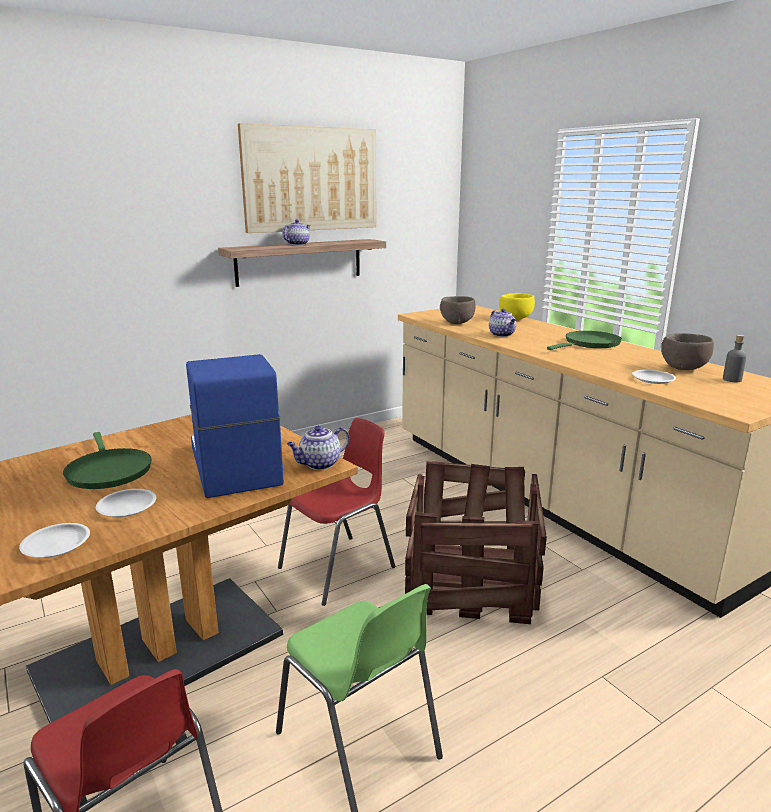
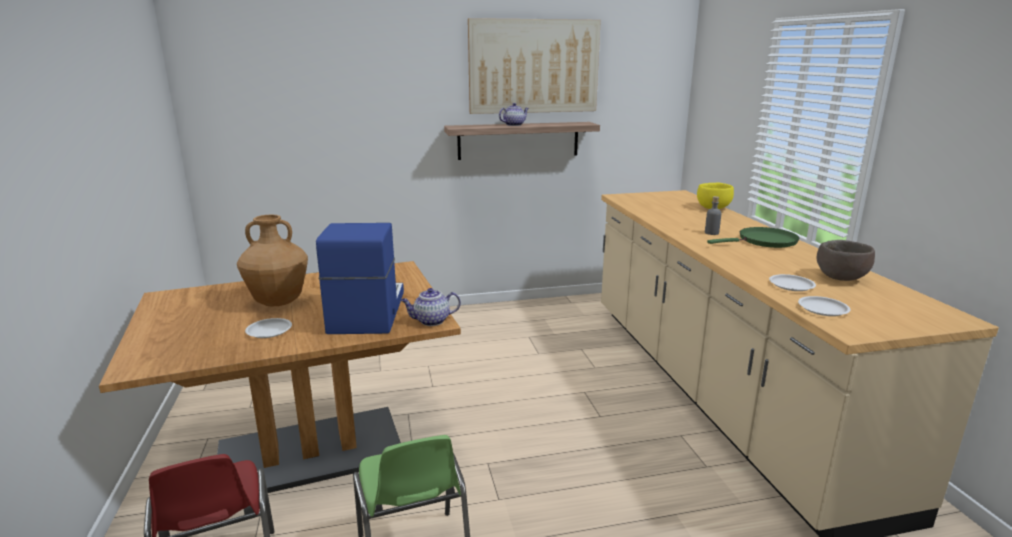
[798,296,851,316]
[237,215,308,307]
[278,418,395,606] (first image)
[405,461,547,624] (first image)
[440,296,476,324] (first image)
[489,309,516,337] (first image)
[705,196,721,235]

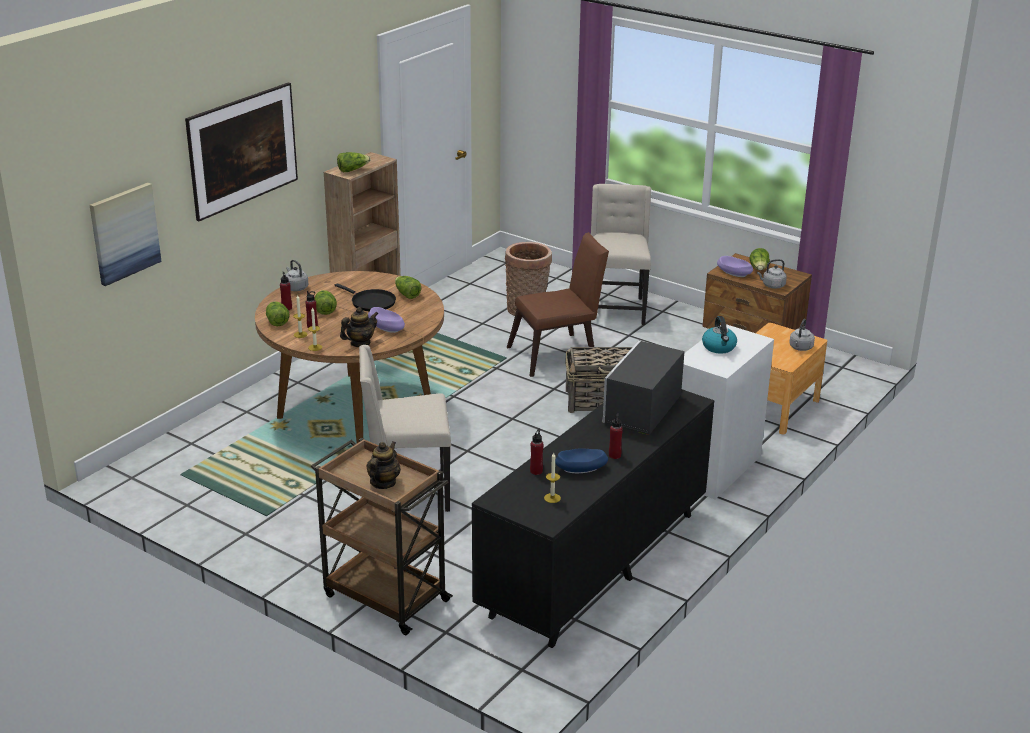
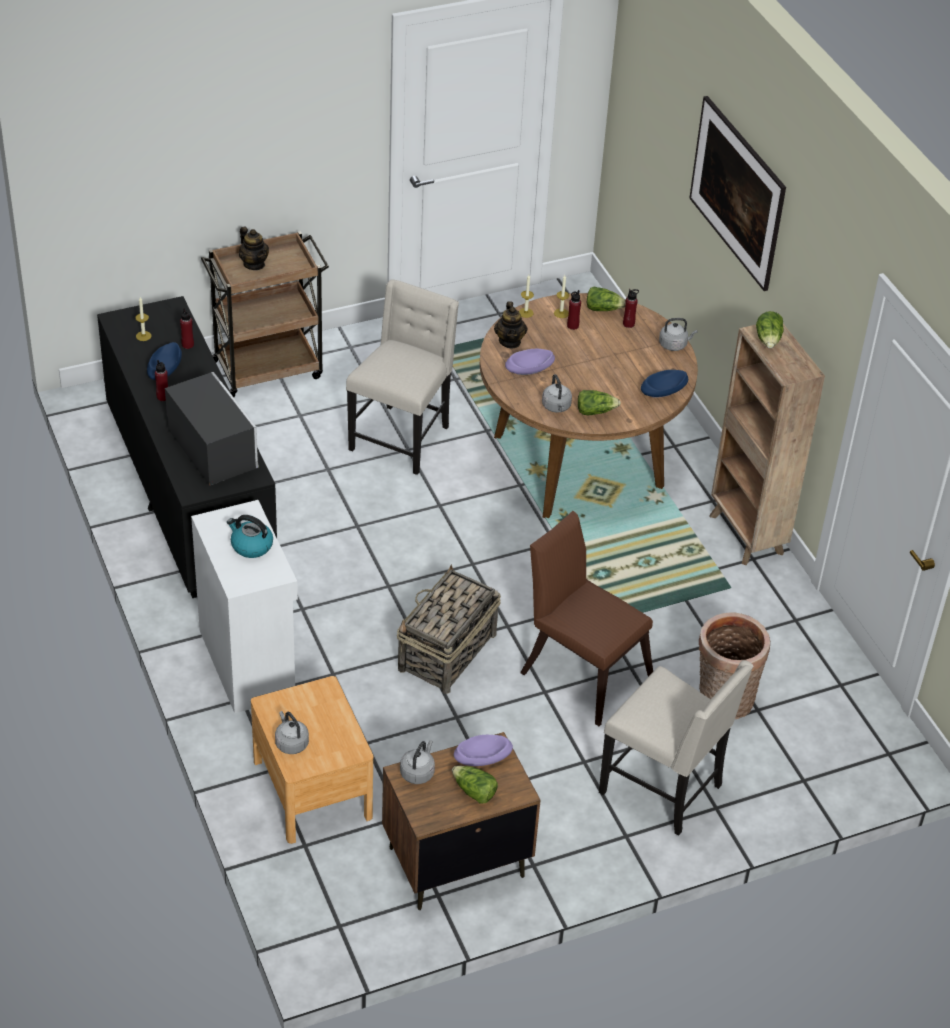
[90,183,162,286] (first image)
[315,290,337,315] (first image)
[335,283,396,311] (first image)
[520,511,653,726]
[542,374,572,413]
[641,370,688,398]

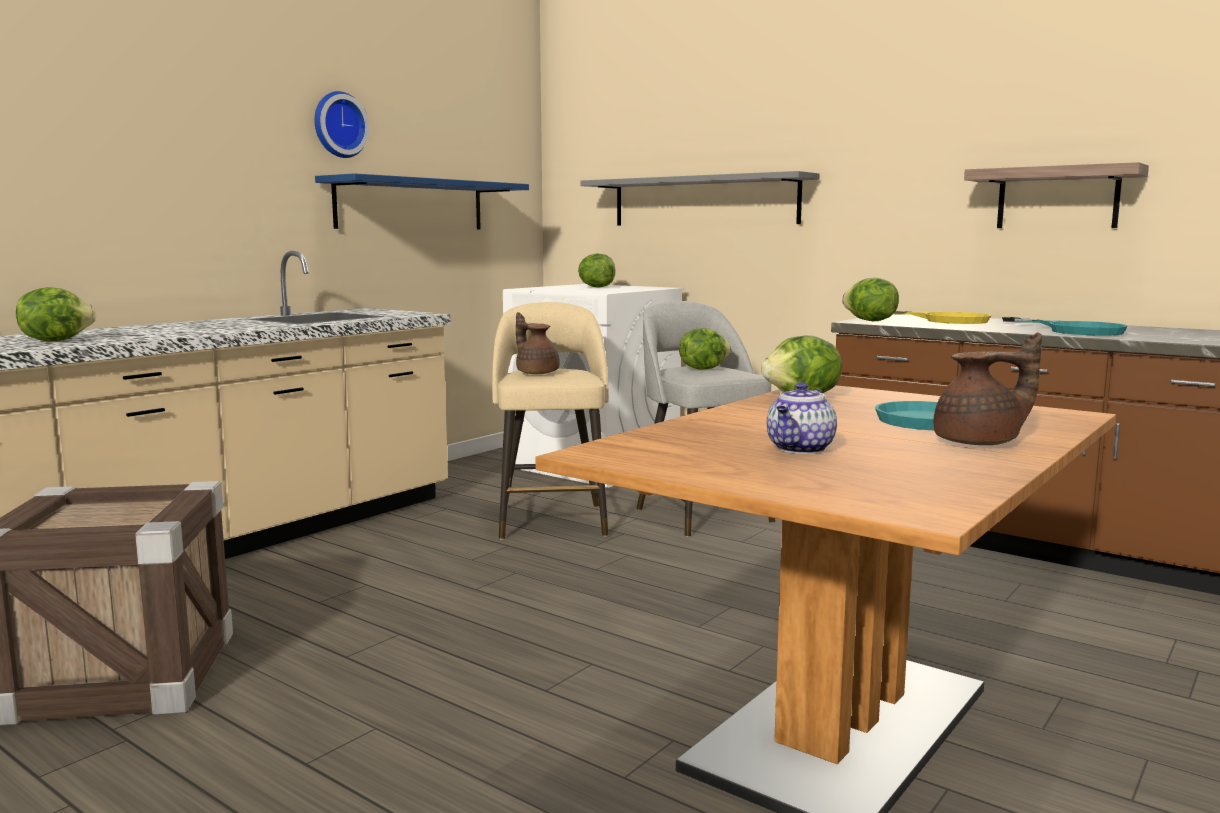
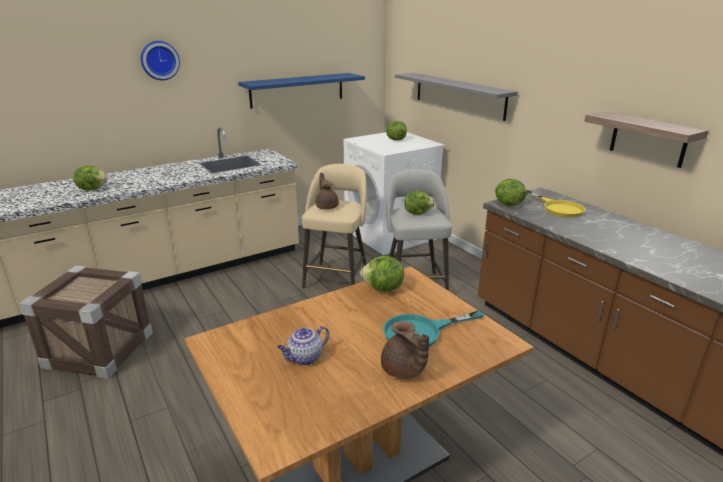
[141,41,180,80]
[381,321,429,379]
[1002,317,1128,336] (first image)

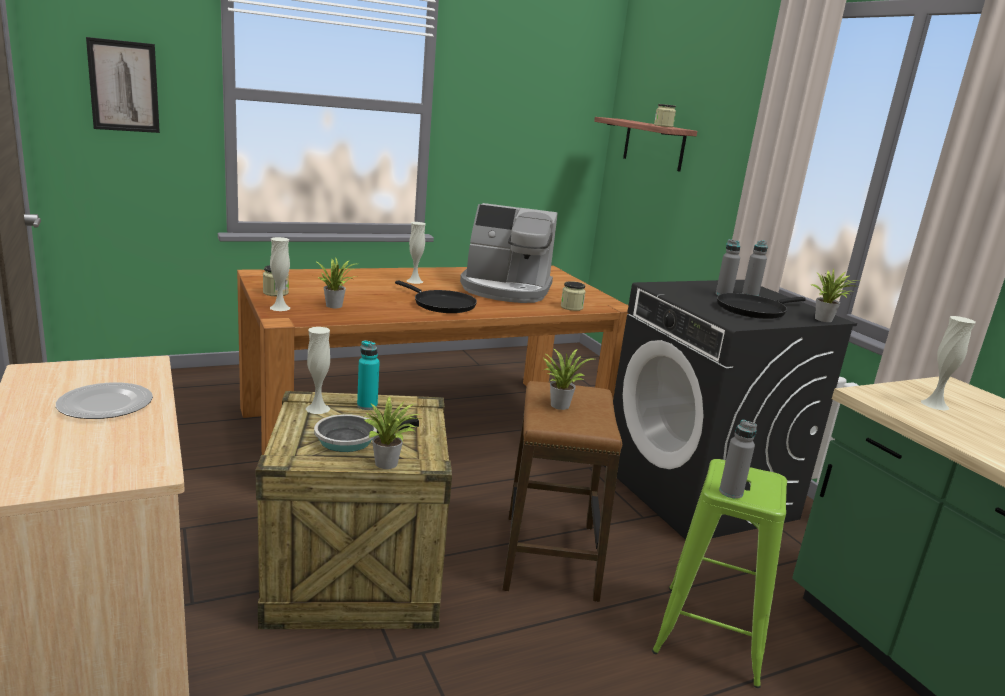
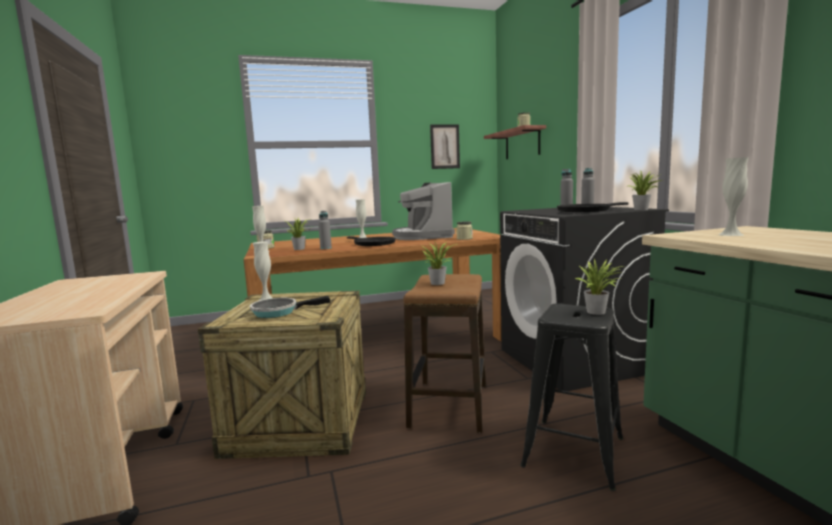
[56,383,153,419] (first image)
[430,124,460,169]
[357,340,380,410] (first image)
[575,259,623,315]
[392,182,455,240]
[520,303,623,491]
[318,211,332,249]

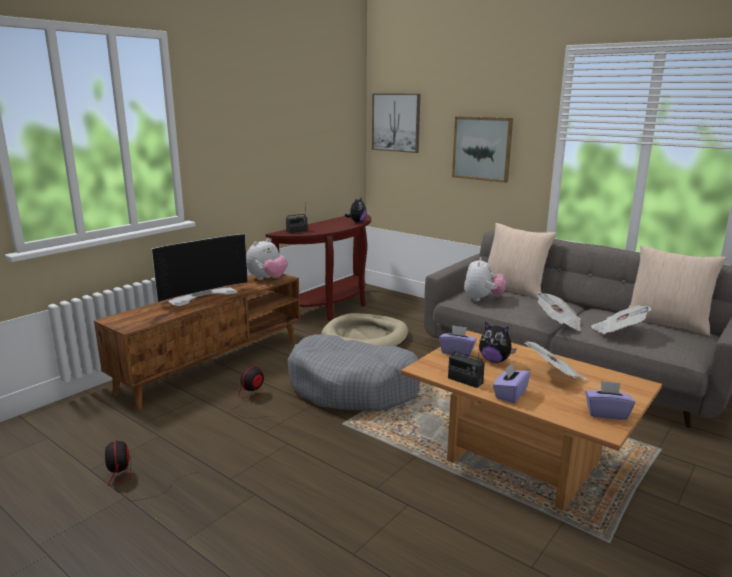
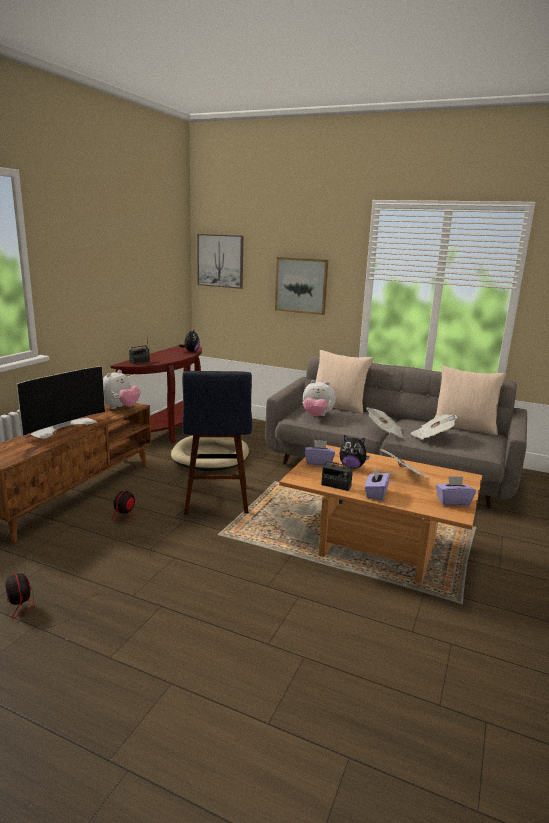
[182,371,252,515]
[303,380,336,416]

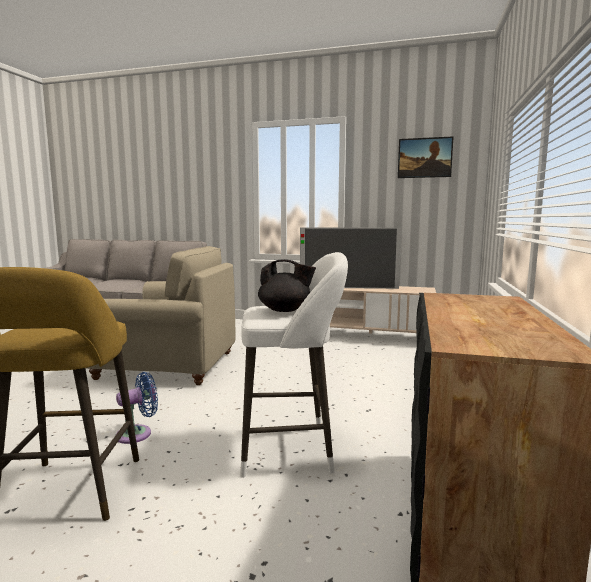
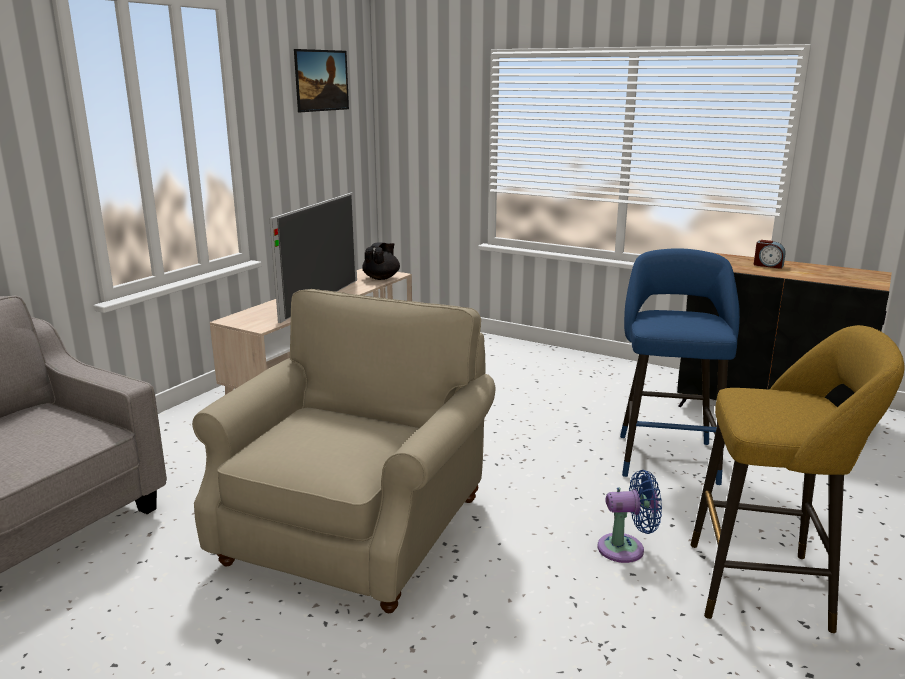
[598,470,662,563]
[620,248,740,485]
[362,242,400,280]
[754,240,785,269]

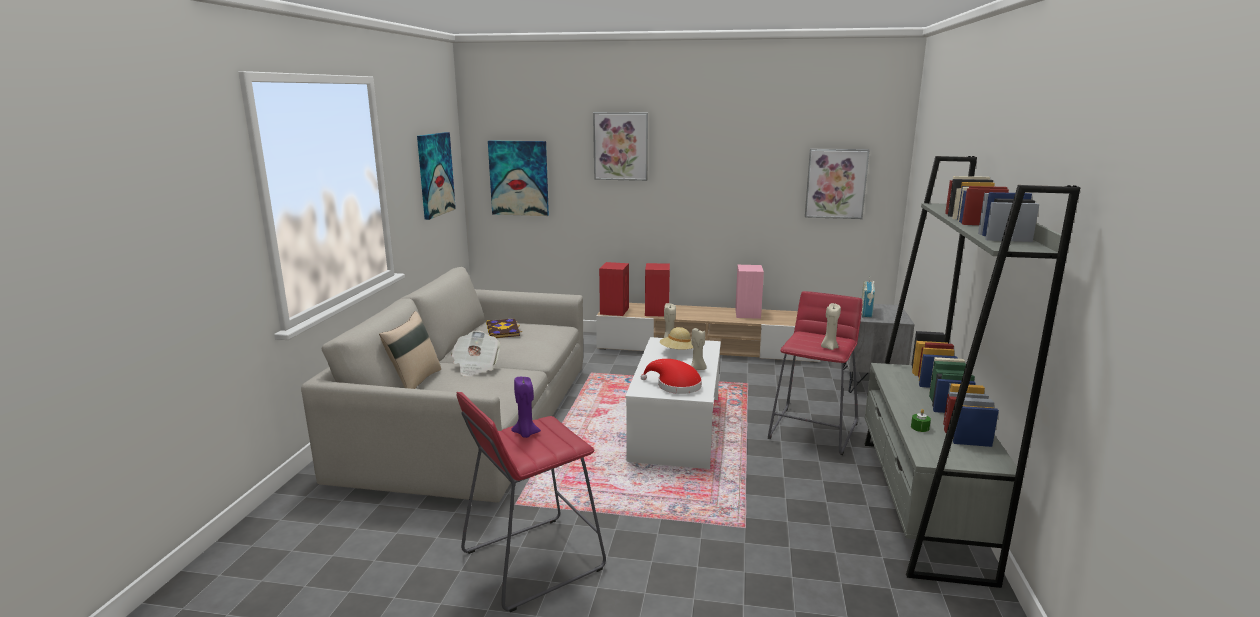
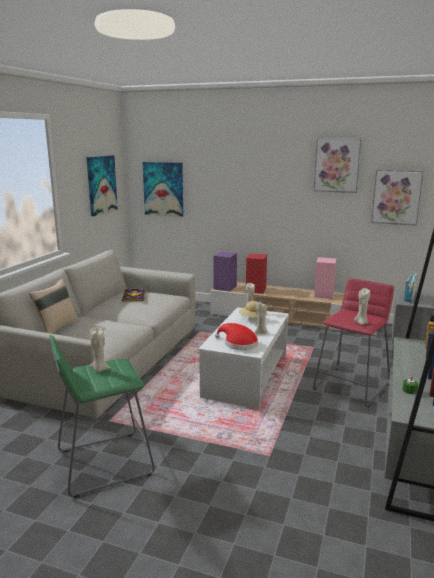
[451,331,501,376] (first image)
[49,335,155,498]
[90,327,110,372]
[314,138,362,193]
[213,252,237,292]

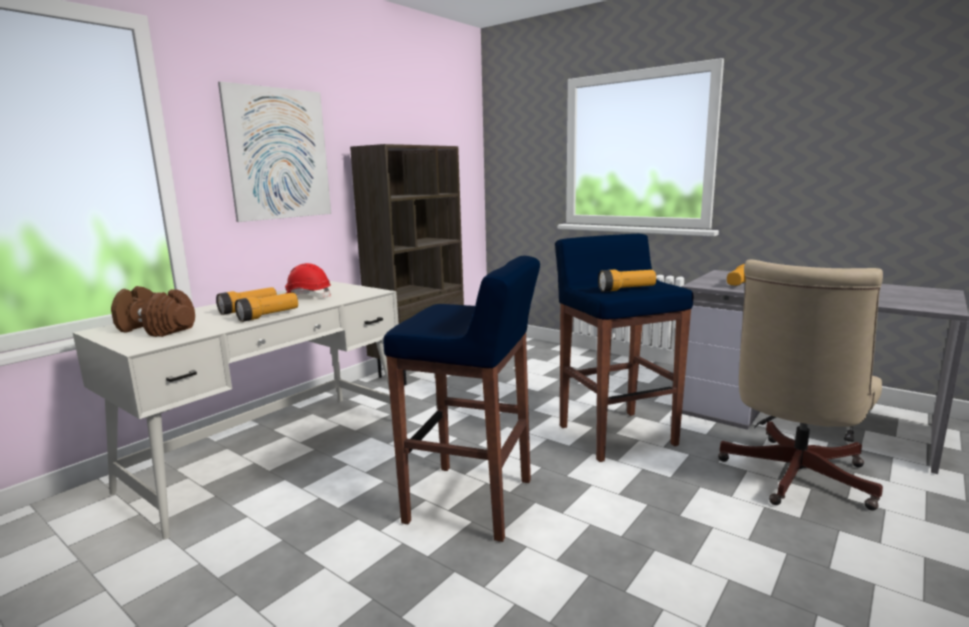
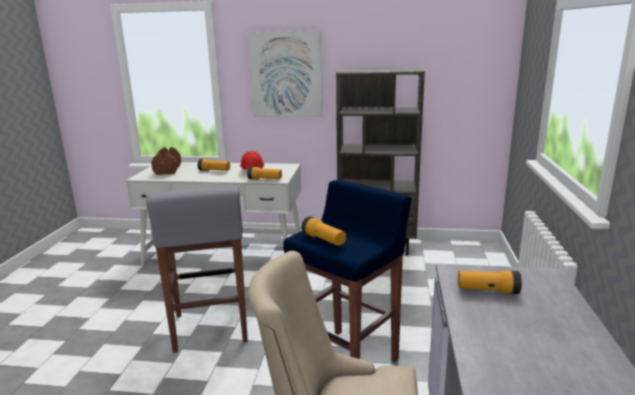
[247,167,282,180]
[146,186,248,353]

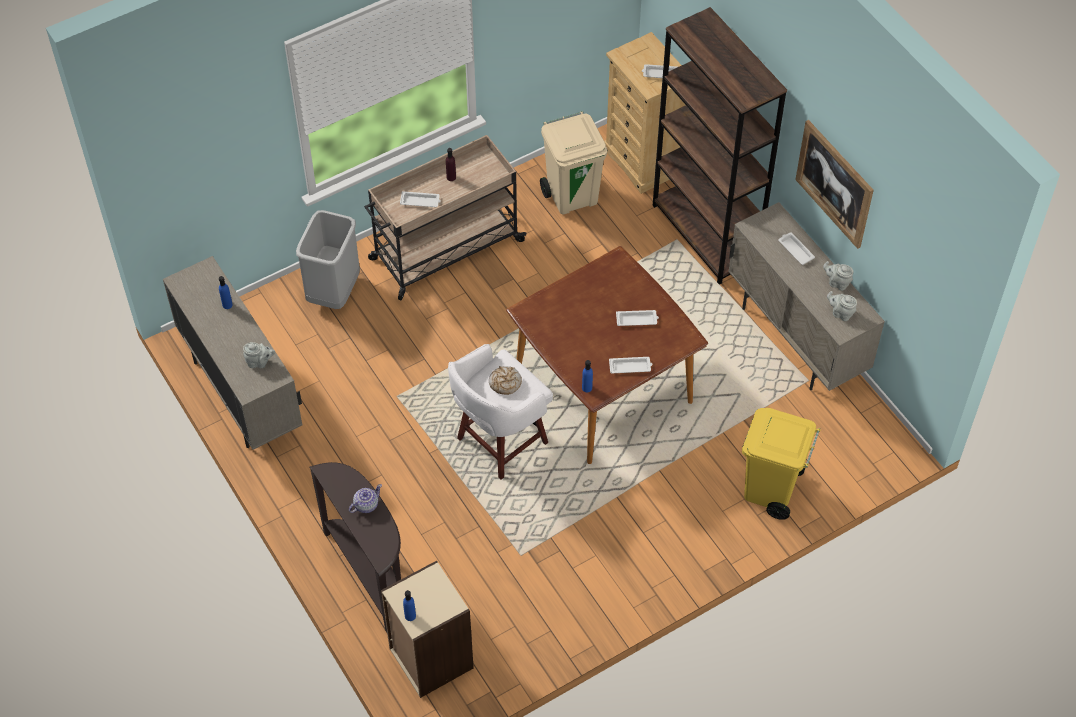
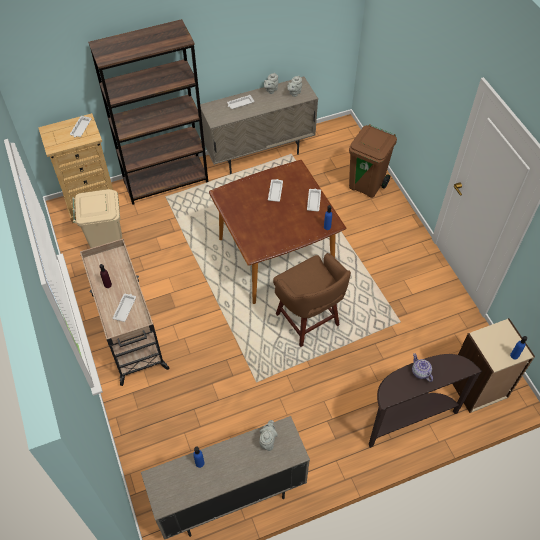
[296,210,360,309] (first image)
[273,253,351,347]
[489,366,522,395] (first image)
[349,124,397,198]
[795,120,874,249] (first image)

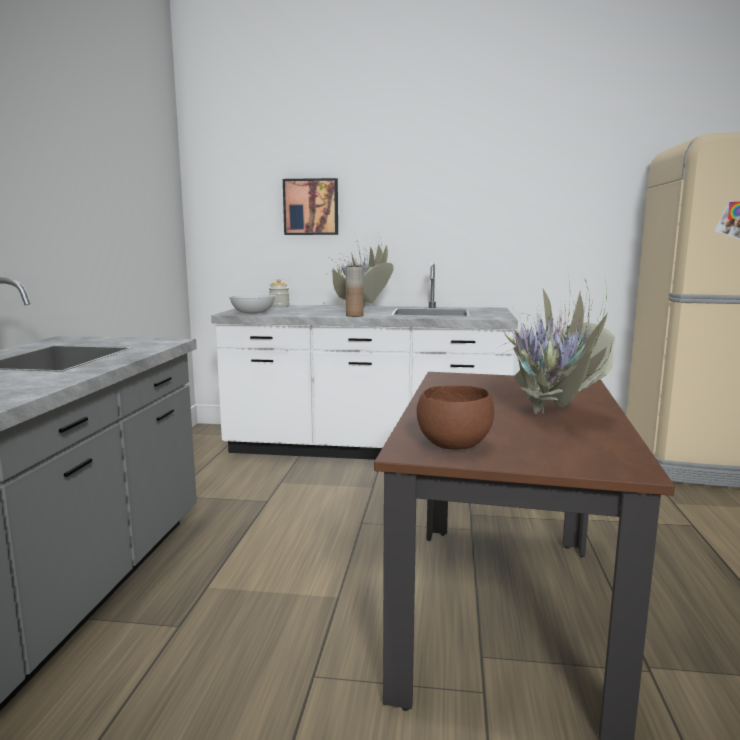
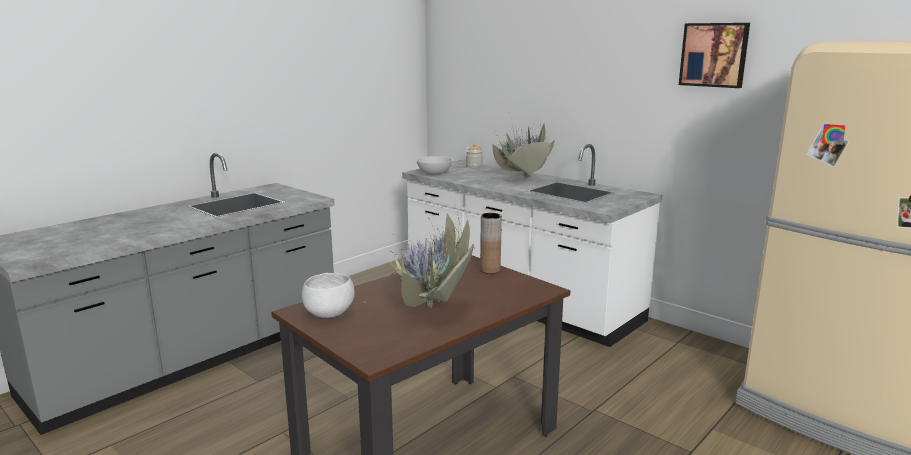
[679,23,750,88]
[480,213,502,274]
[302,273,355,318]

